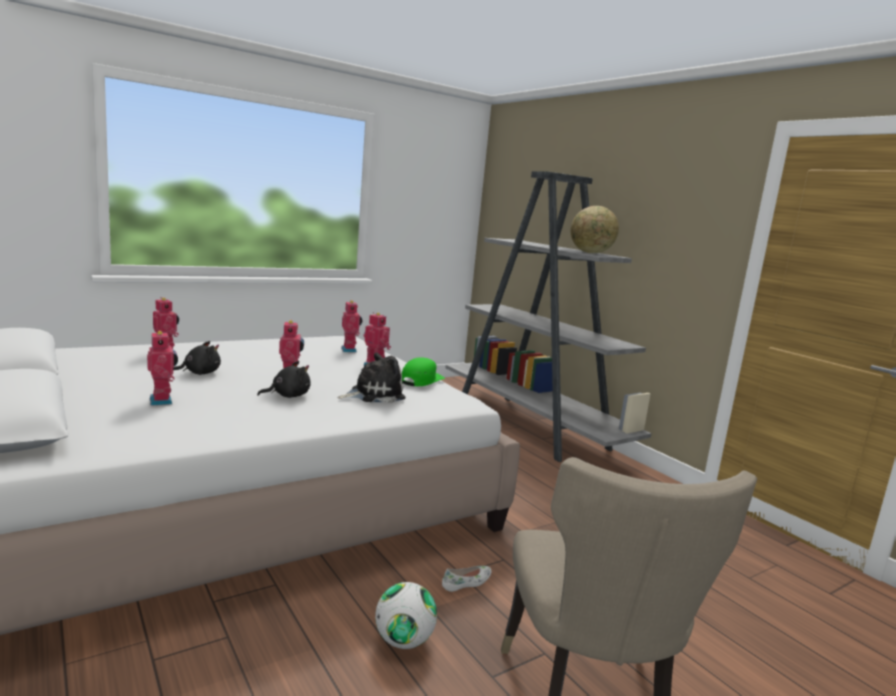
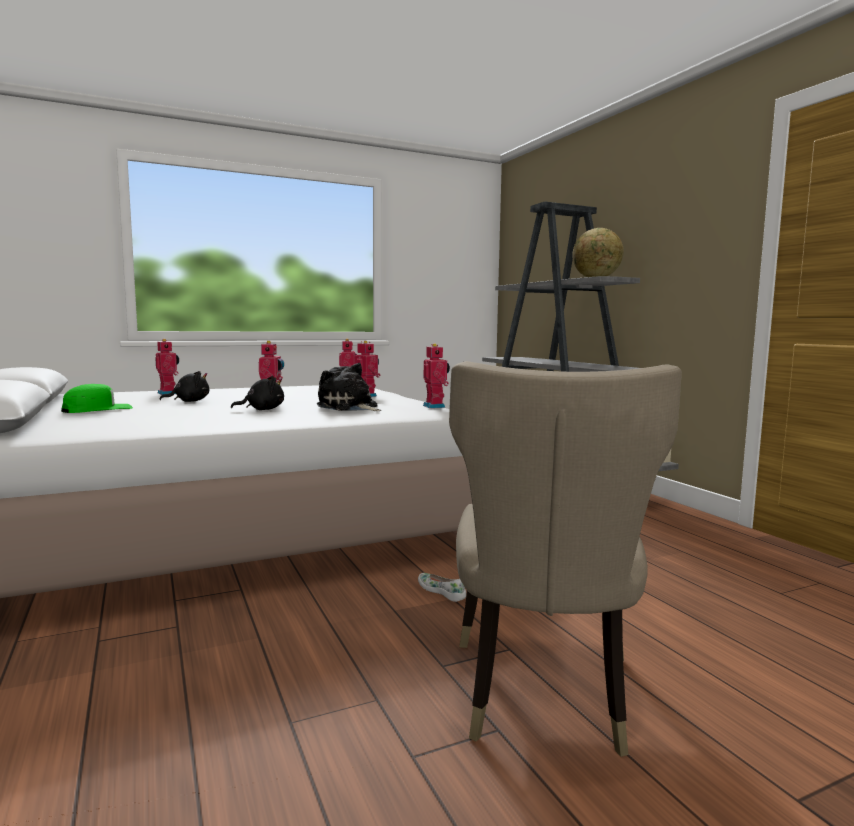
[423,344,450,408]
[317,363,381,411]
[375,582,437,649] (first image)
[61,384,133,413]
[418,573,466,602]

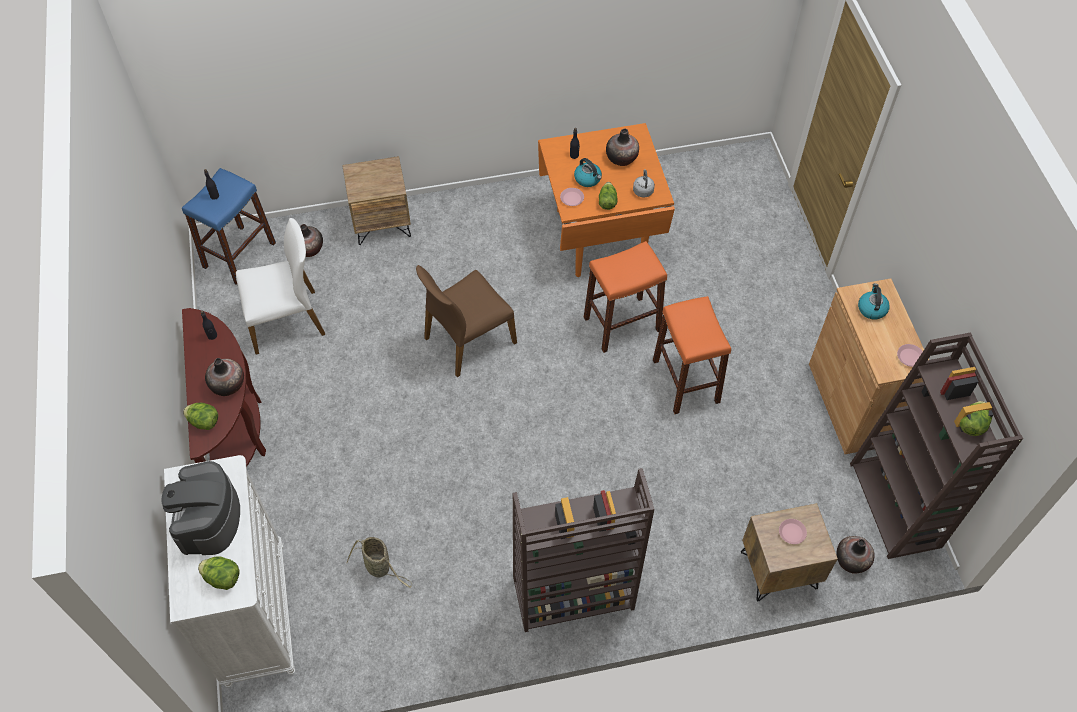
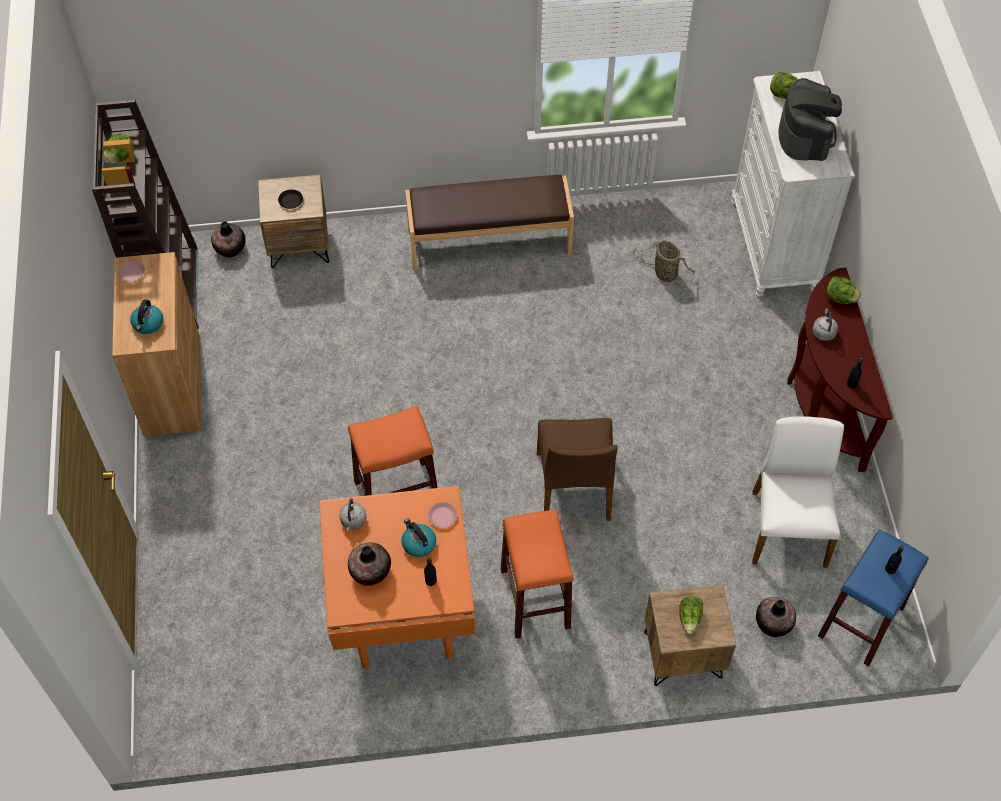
[813,308,838,341]
[752,417,844,568]
[537,418,618,521]
[405,175,574,270]
[679,596,703,634]
[501,510,574,639]
[278,189,303,209]

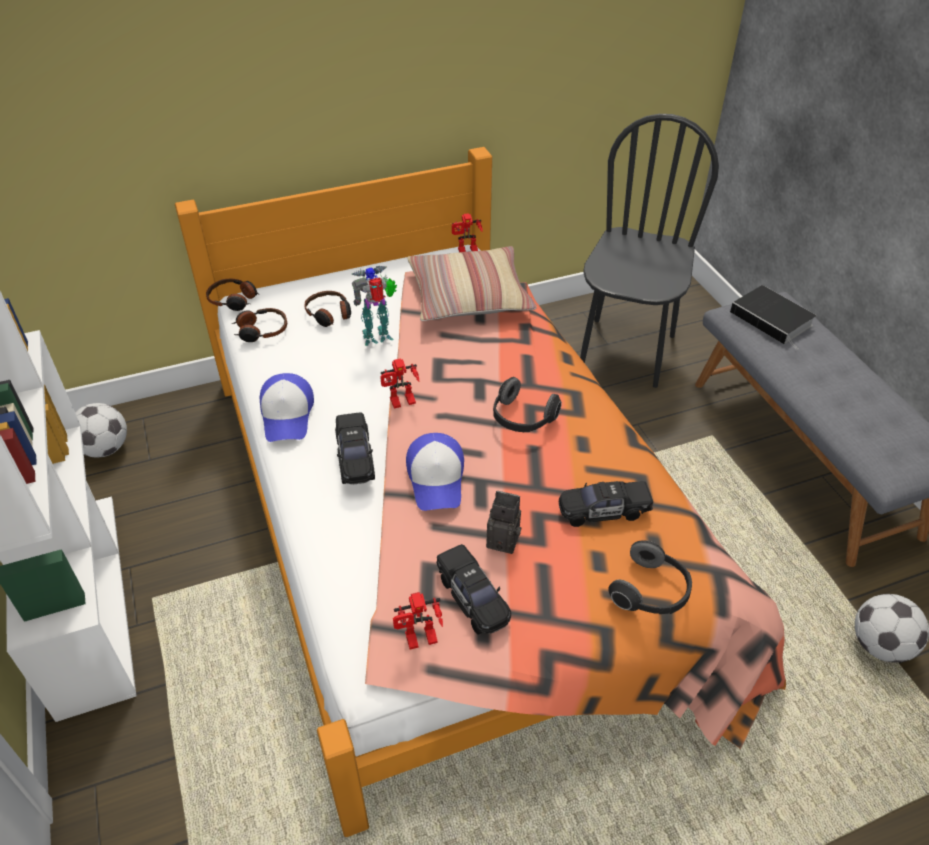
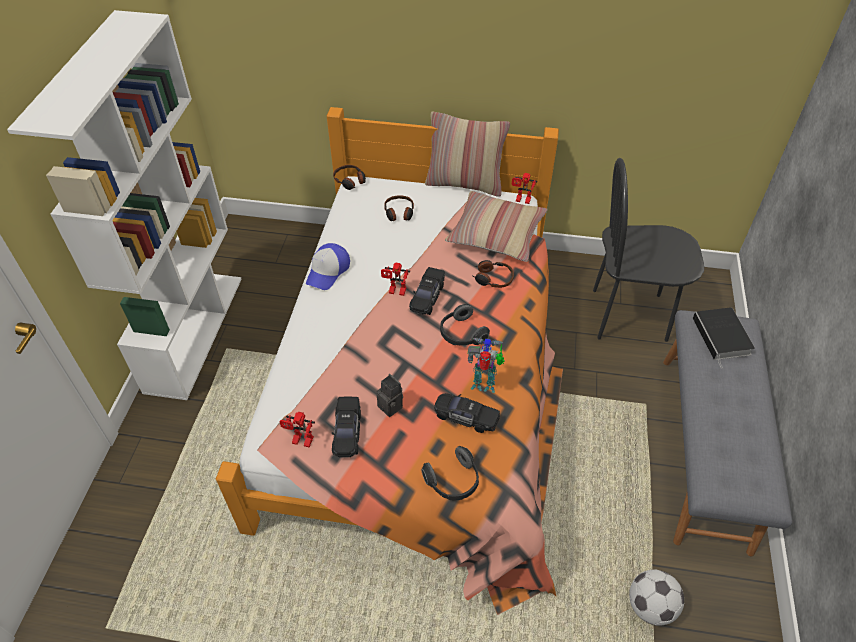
[75,403,127,457] (first image)
[473,260,514,288]
[409,267,445,315]
[468,338,505,393]
[406,433,464,511] (first image)
[593,158,704,342]
[425,112,510,197]

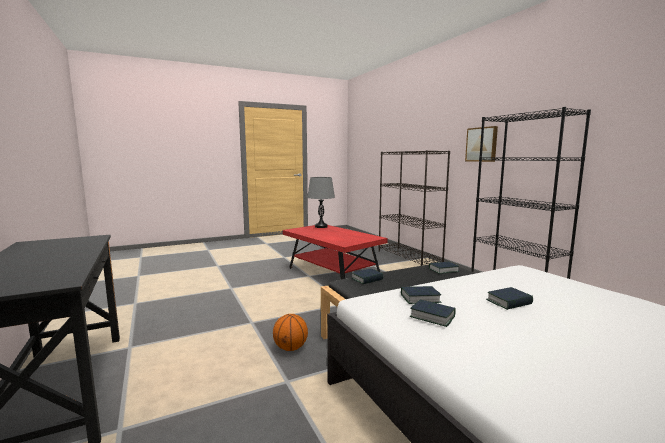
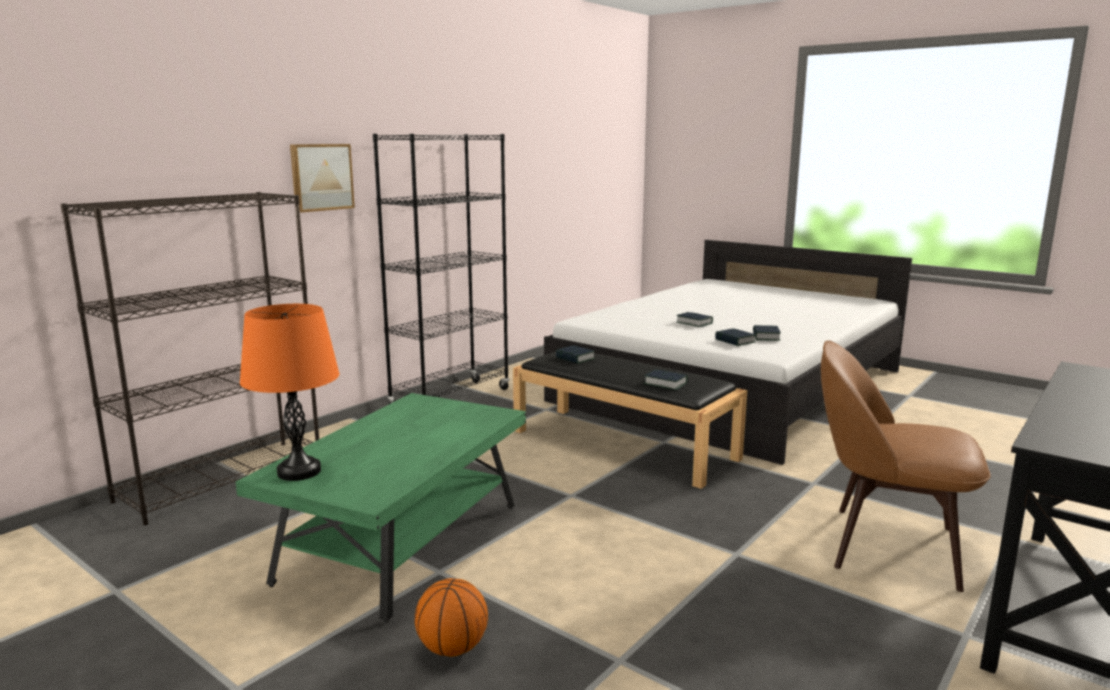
[415,578,488,657]
[235,393,526,623]
[240,304,339,481]
[821,340,991,592]

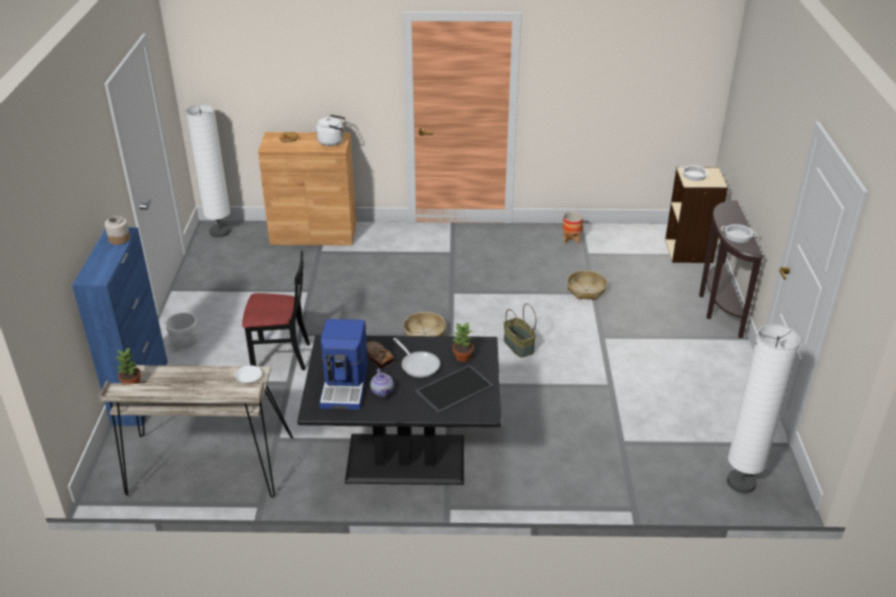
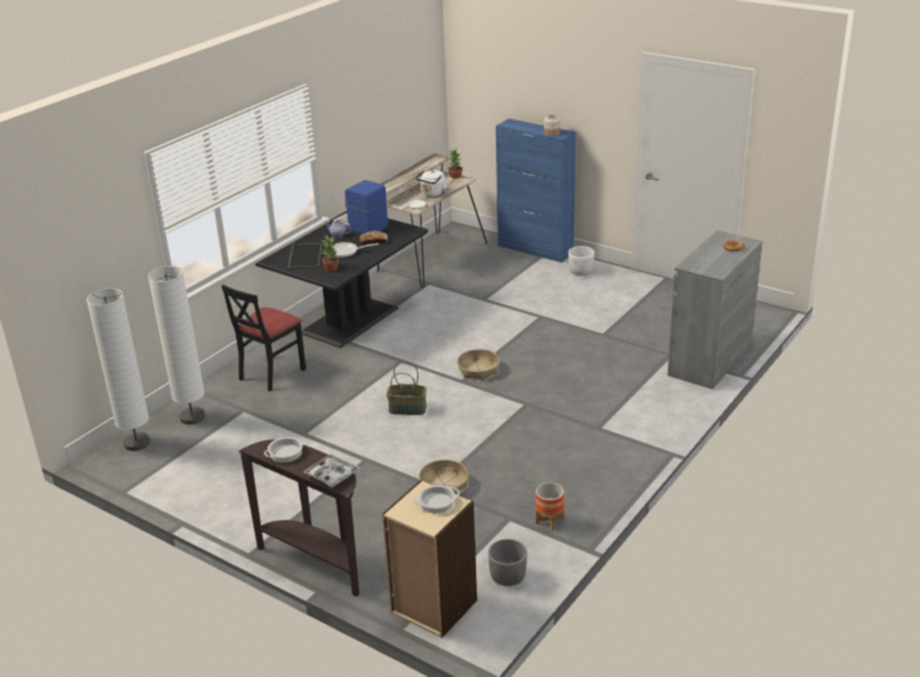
[148,266,205,425]
[221,284,306,391]
[667,230,763,389]
[415,170,448,197]
[303,454,361,488]
[488,539,527,586]

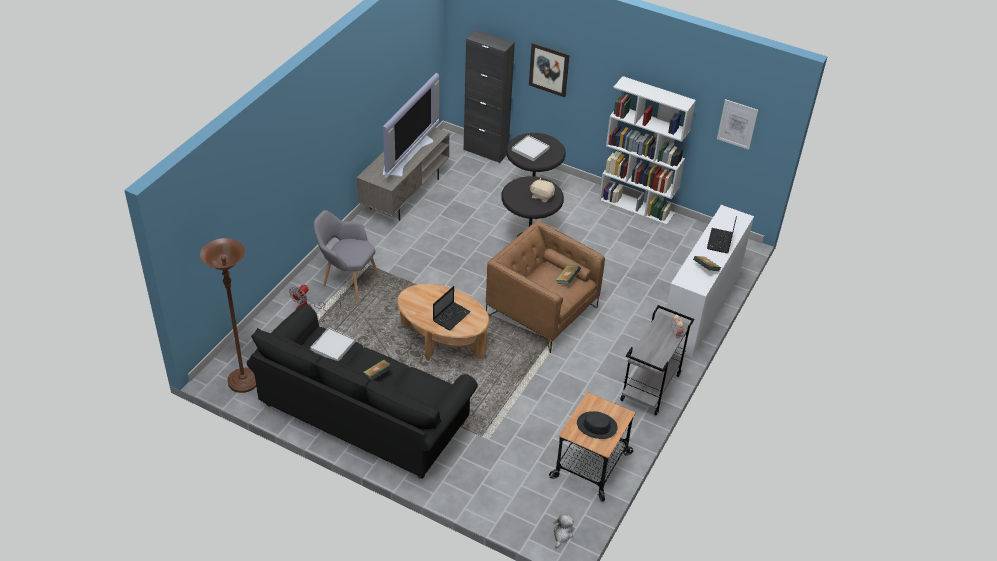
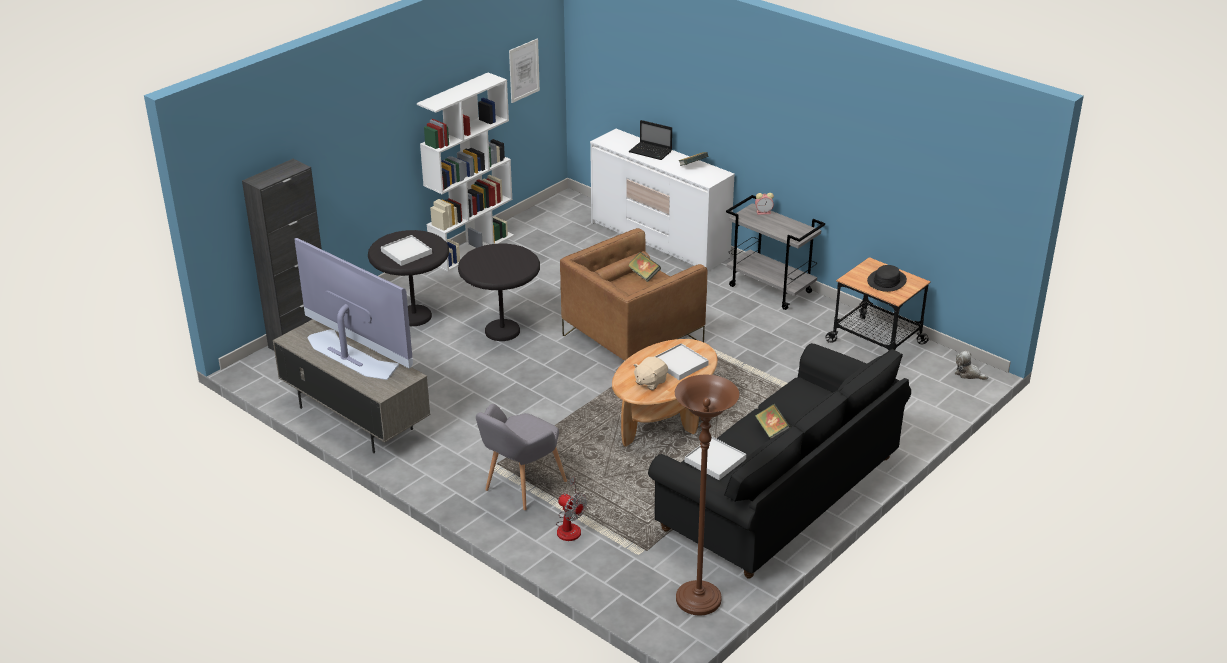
[655,343,709,380]
[529,42,570,97] (first image)
[634,357,668,390]

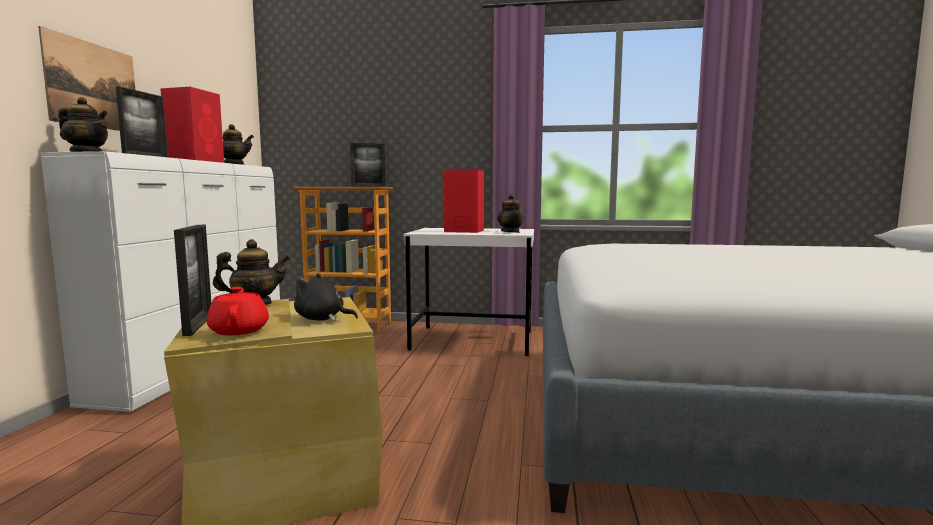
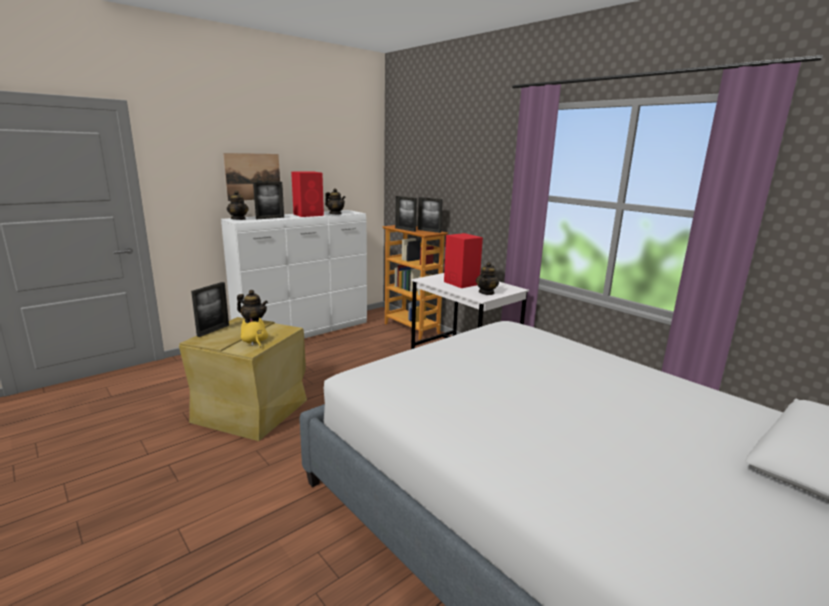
[207,287,269,336] (first image)
[241,318,268,348]
[395,196,417,232]

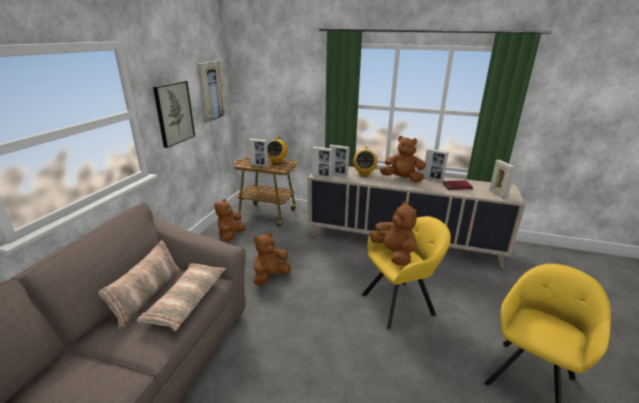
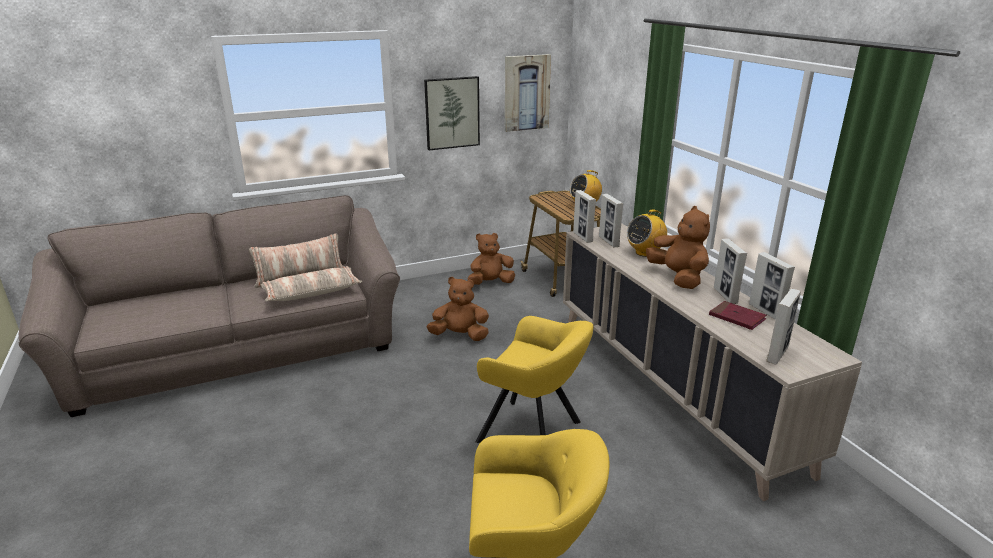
[749,252,795,320]
[370,201,417,266] (first image)

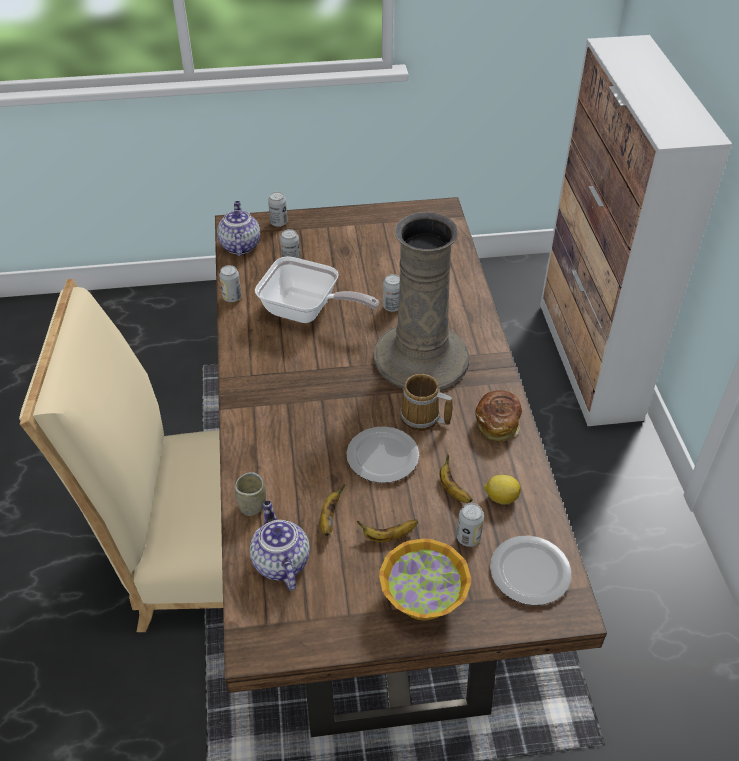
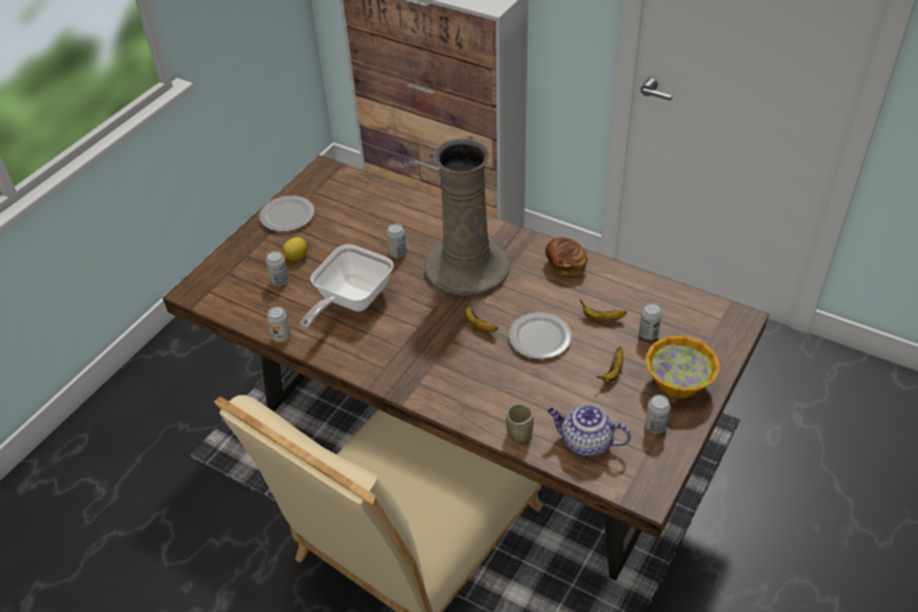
[217,201,260,256] (first image)
[300,244,393,330]
[645,395,670,433]
[465,299,498,332]
[400,374,453,431] (first image)
[283,237,308,261]
[259,196,314,232]

